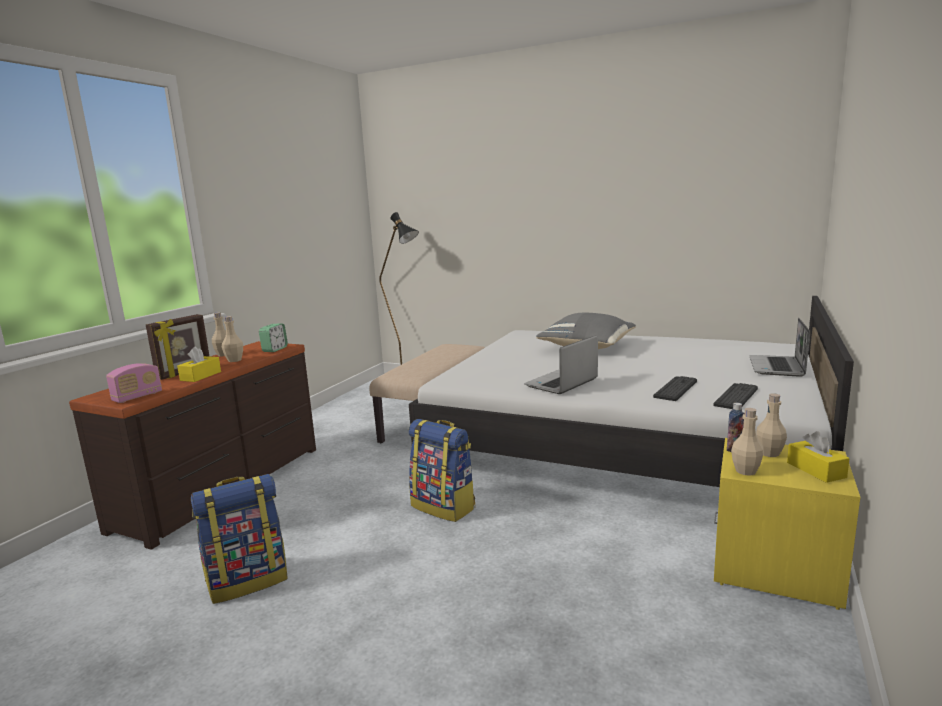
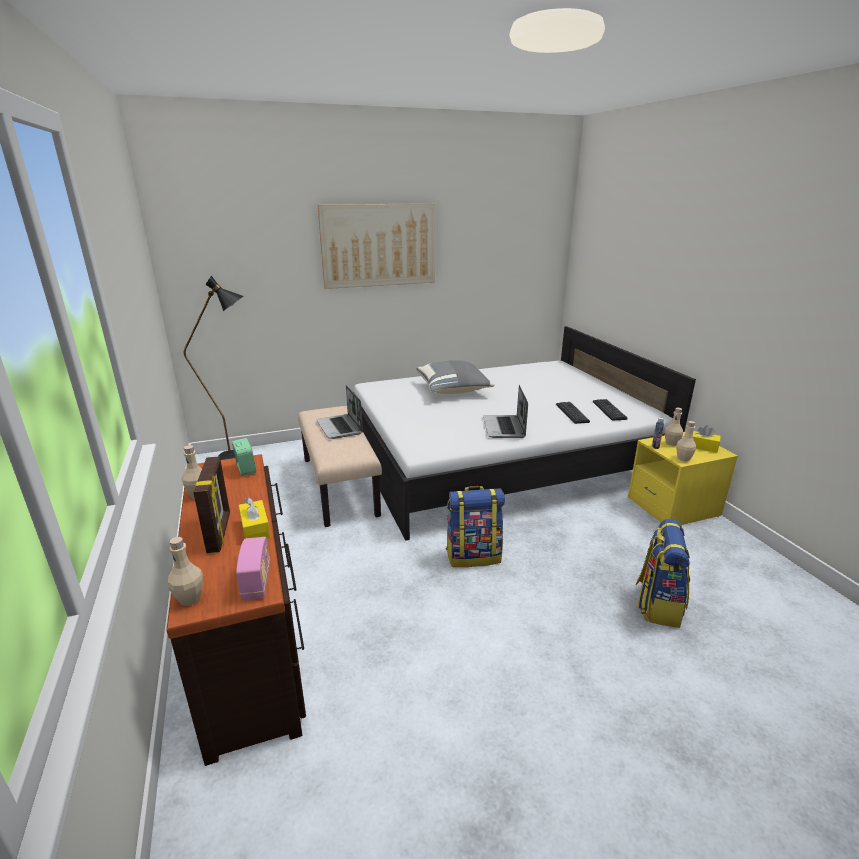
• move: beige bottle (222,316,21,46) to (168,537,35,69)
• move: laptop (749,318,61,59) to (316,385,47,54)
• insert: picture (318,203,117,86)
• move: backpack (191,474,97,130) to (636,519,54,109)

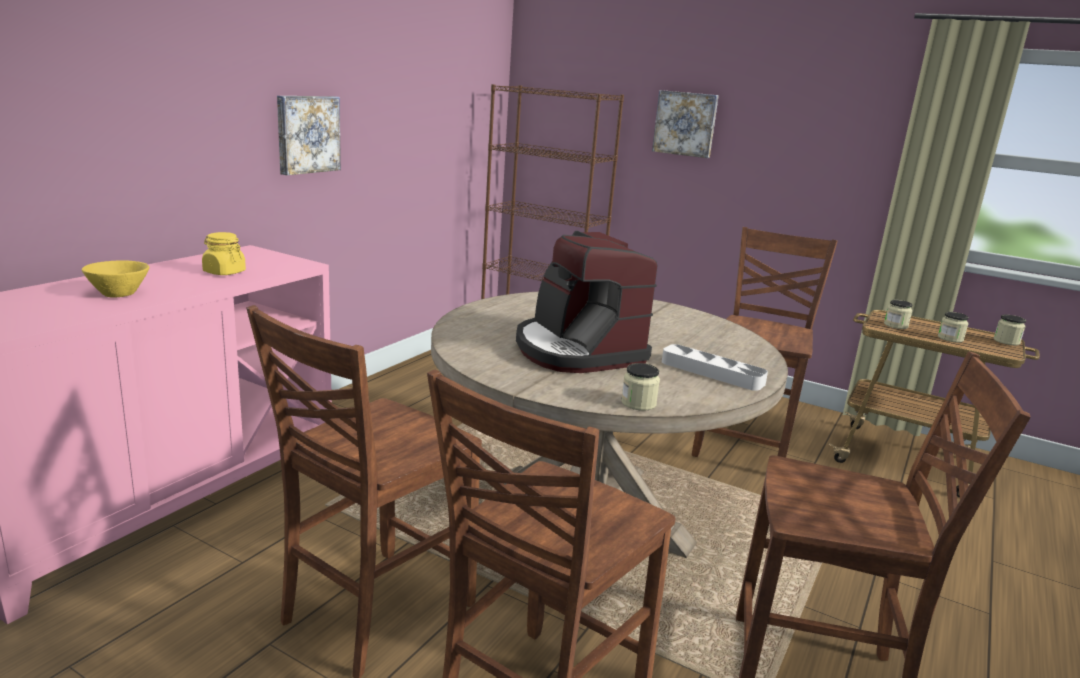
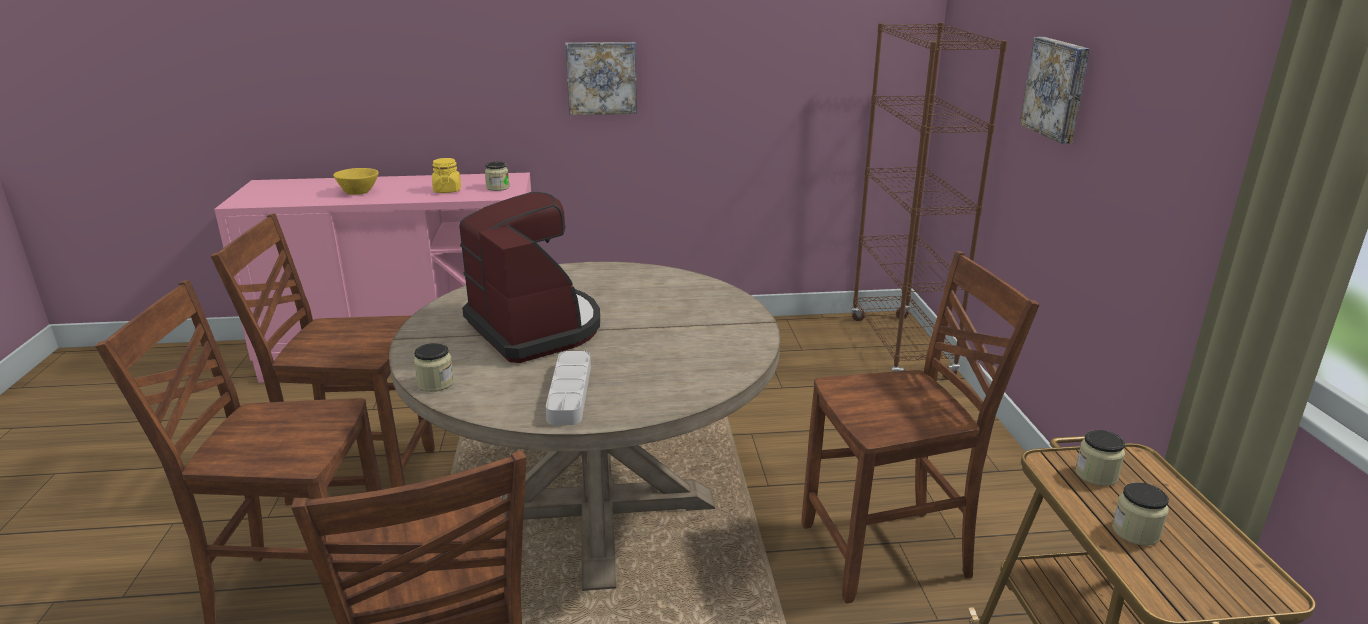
• rotate: coffee machine (516,231,141,142) = (459,192,141,171) 120 degrees clockwise
• move: jar (994,315,32,30) to (485,162,25,29)

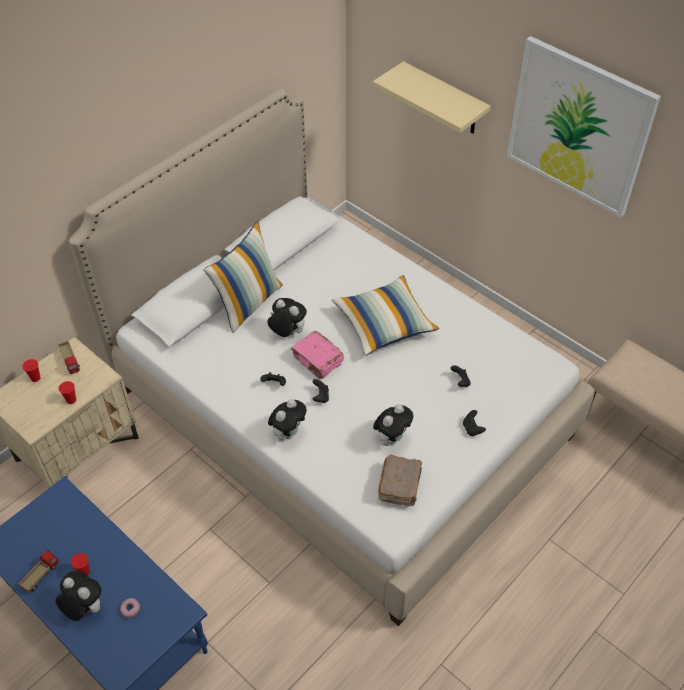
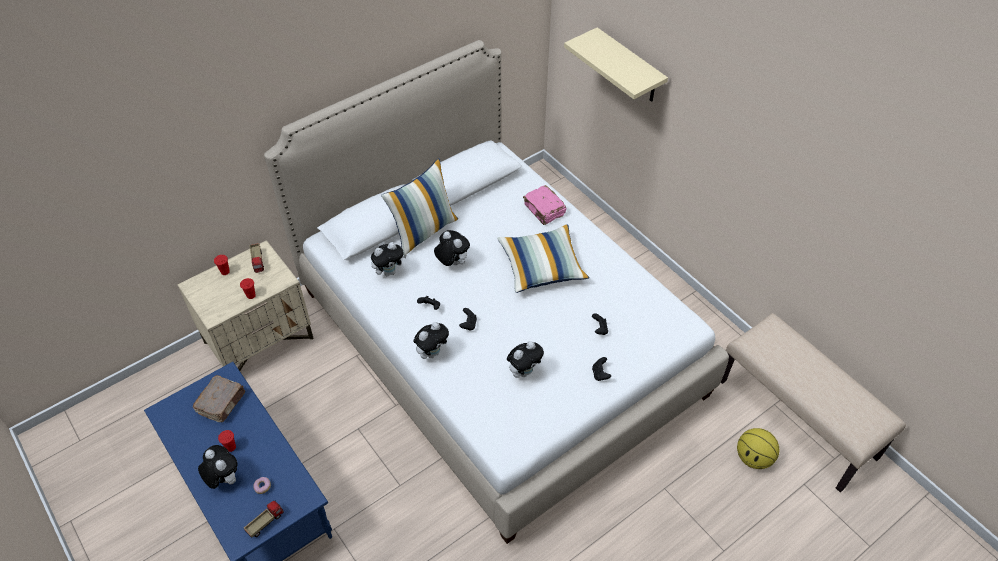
• move: brown book (378,455,44,51) to (193,375,52,47)
• move: toy truck (18,551,41,41) to (244,500,40,38)
• insert: plush toy (371,242,36,35)
• move: pink book (291,331,53,48) to (523,185,43,40)
• insert: basketball (737,428,42,41)
• delete: picture (507,36,154,181)

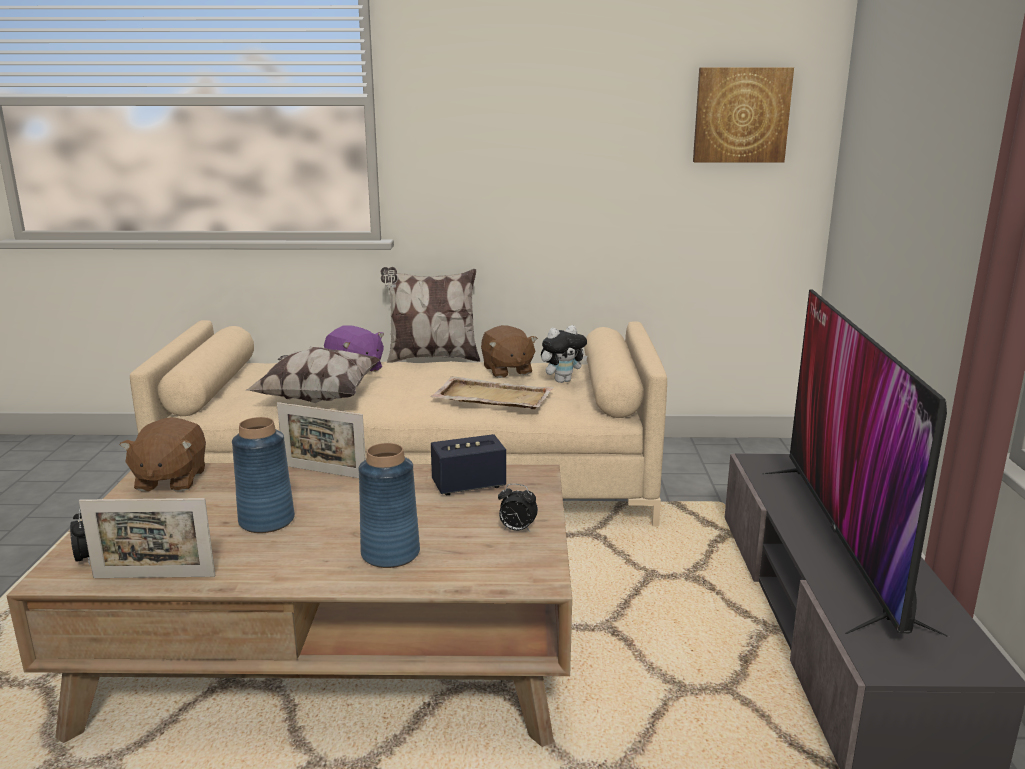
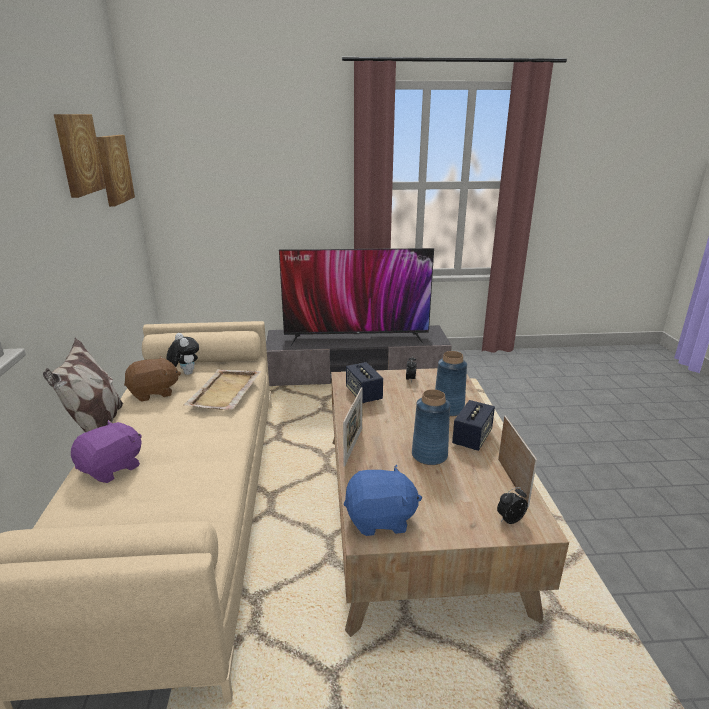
• insert: picture (54,114,52,84)
• recolor: brown plush toy (120,417,86,75) to blue plush toy (344,465,78,71)
• insert: speaker (452,400,43,51)
• delete: pillow (247,347,134,56)

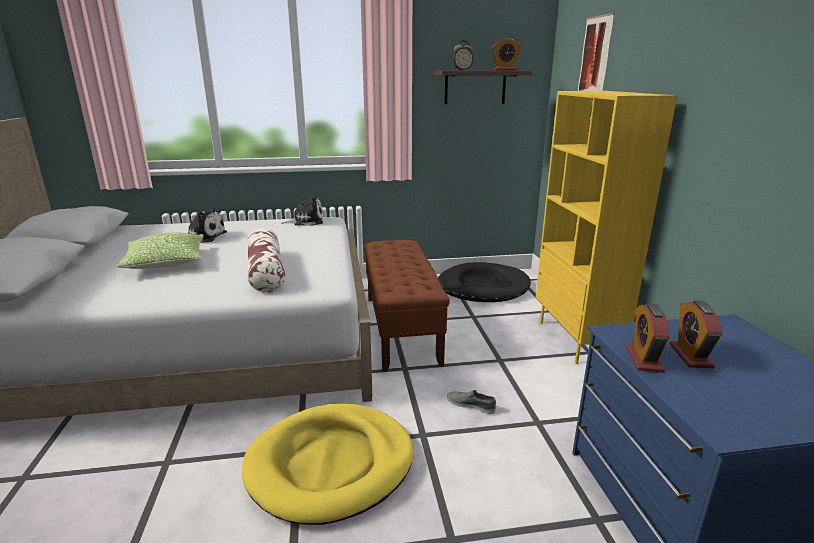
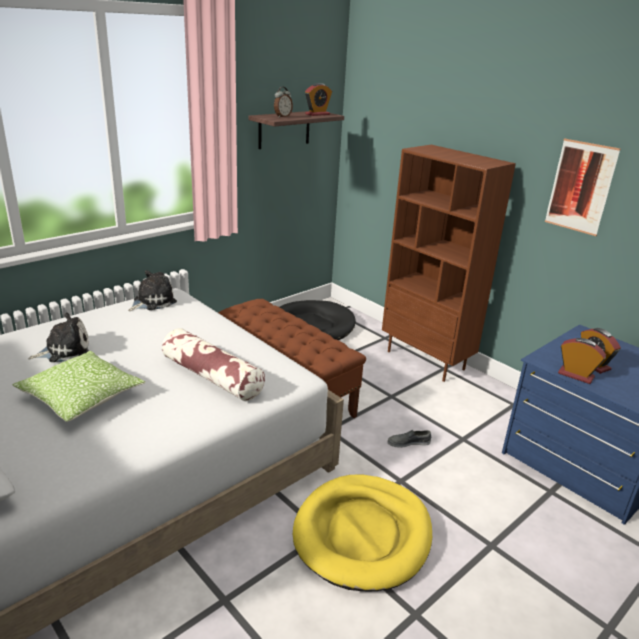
• recolor: yellow bookcase (536,91,142,273) to brown bookcase (382,145,134,237)
• move: picture (578,13,37,78) to (545,139,76,97)
• rotate: alarm clock (626,303,44,69) = (558,338,48,46) 150 degrees clockwise

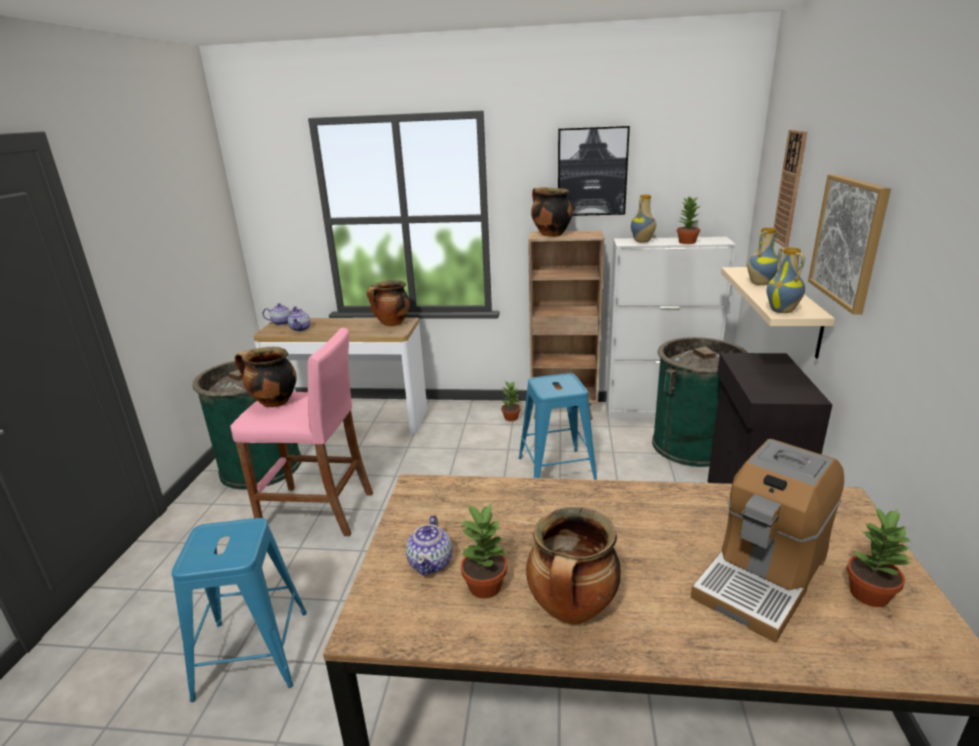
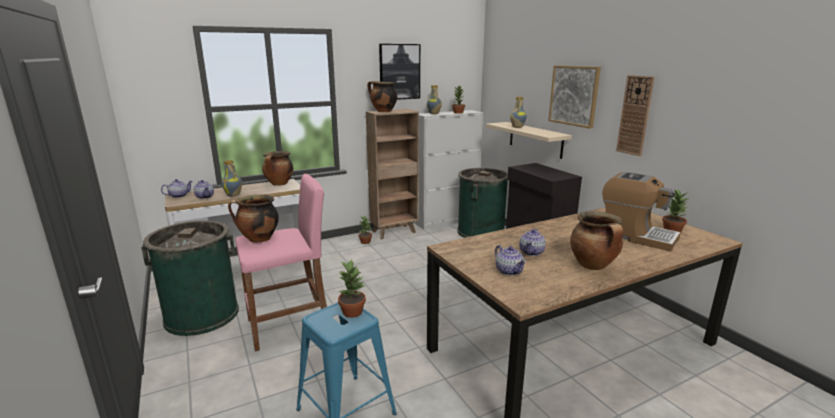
• move: vase (767,247,38,66) to (221,160,21,36)
• move: potted plant (460,504,48,94) to (338,260,28,58)
• insert: teapot (519,229,27,27)
• rotate: coffee machine (690,439,154,204) = (602,172,79,80) 60 degrees counterclockwise
• move: wall clock (774,130,33,118) to (616,75,39,81)
• delete: blue stool (519,373,78,107)

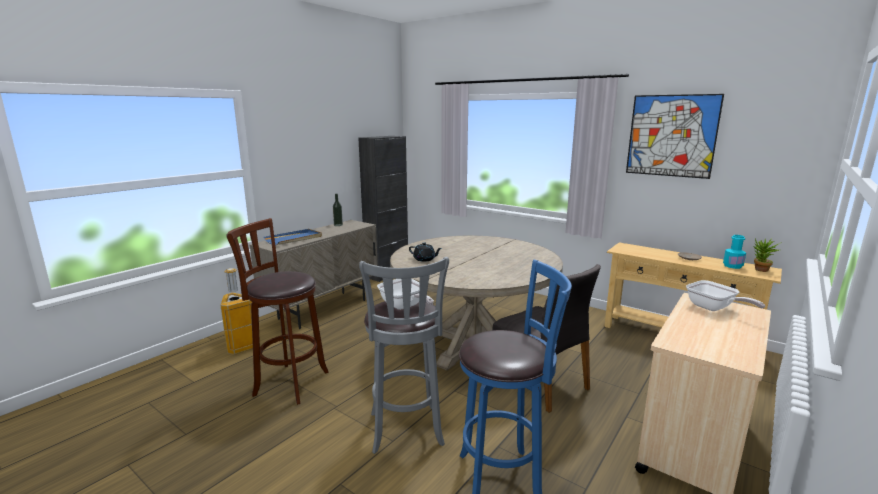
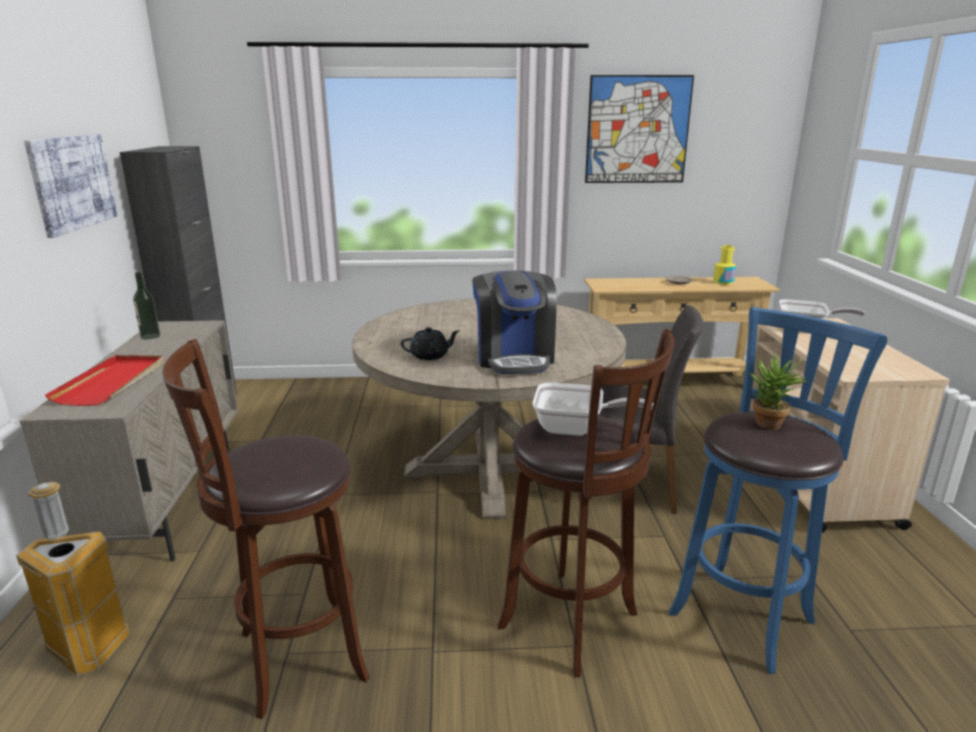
• insert: picture (24,134,94,104)
• recolor: blue tray (264,229,58,16) to red tray (45,355,119,51)
• insert: coffee machine (472,271,85,103)
• recolor: grey stool (359,257,90,197) to brown stool (497,329,178,348)
• recolor: turquoise bottle (723,235,23,34) to yellow bottle (713,245,23,40)
• move: potted plant (753,238,27,34) to (750,353,58,77)

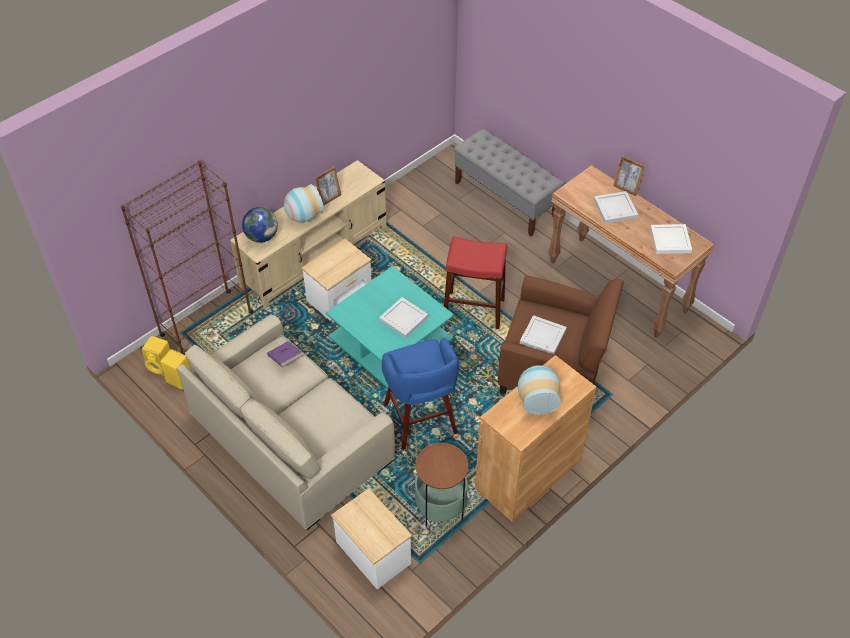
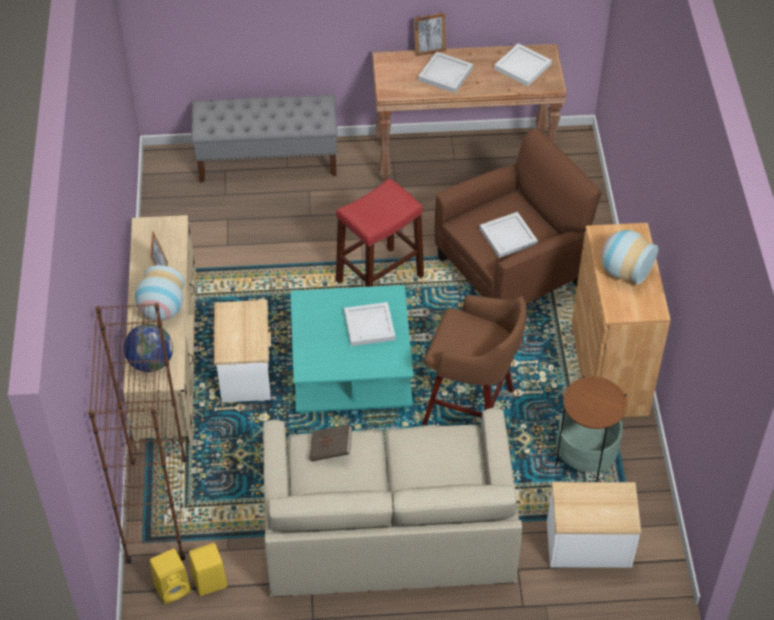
• recolor: purple book (267,341,36,26) to brown book (309,424,43,37)
• recolor: blue stool (382,338,77,112) to brown stool (422,295,105,130)

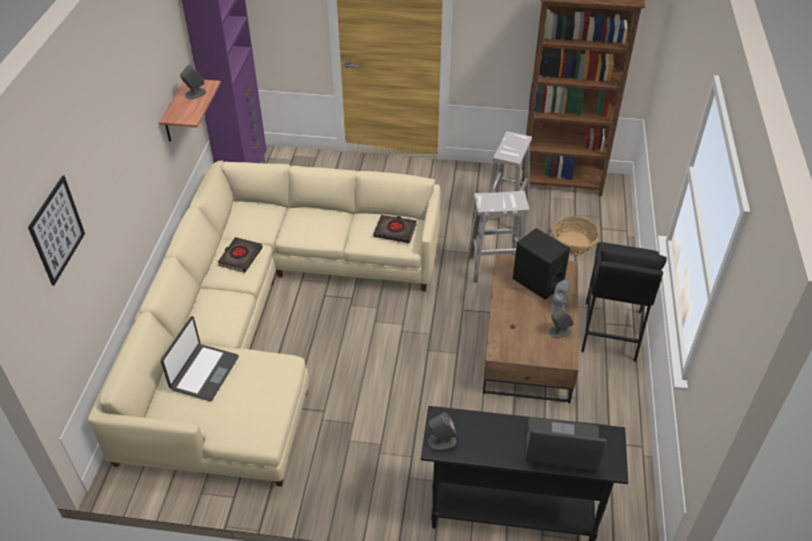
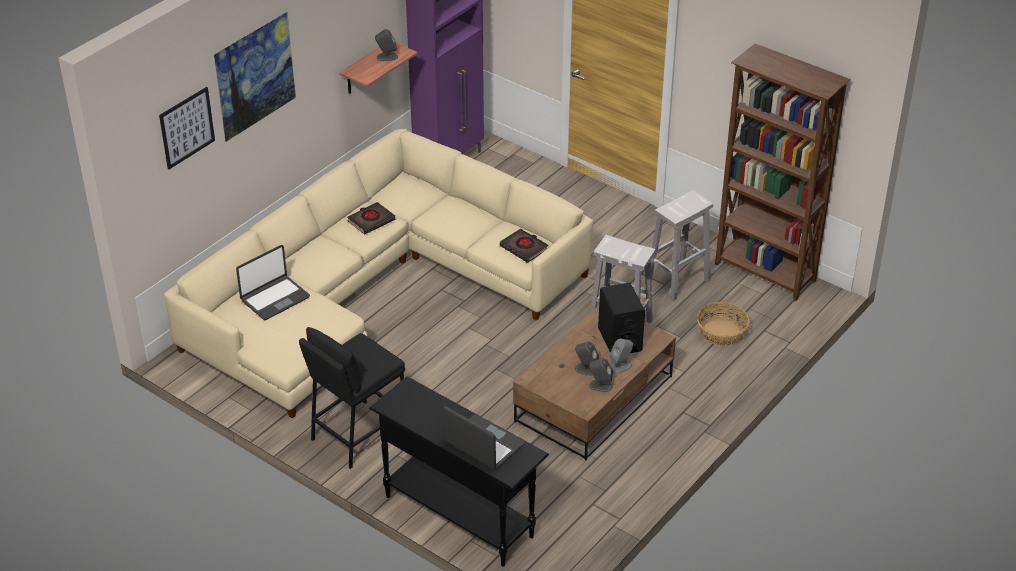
• insert: picture (214,12,82,130)
• move: black stool (581,242,86,120) to (299,327,106,142)
• move: grey speaker (428,412,29,38) to (575,341,24,35)

